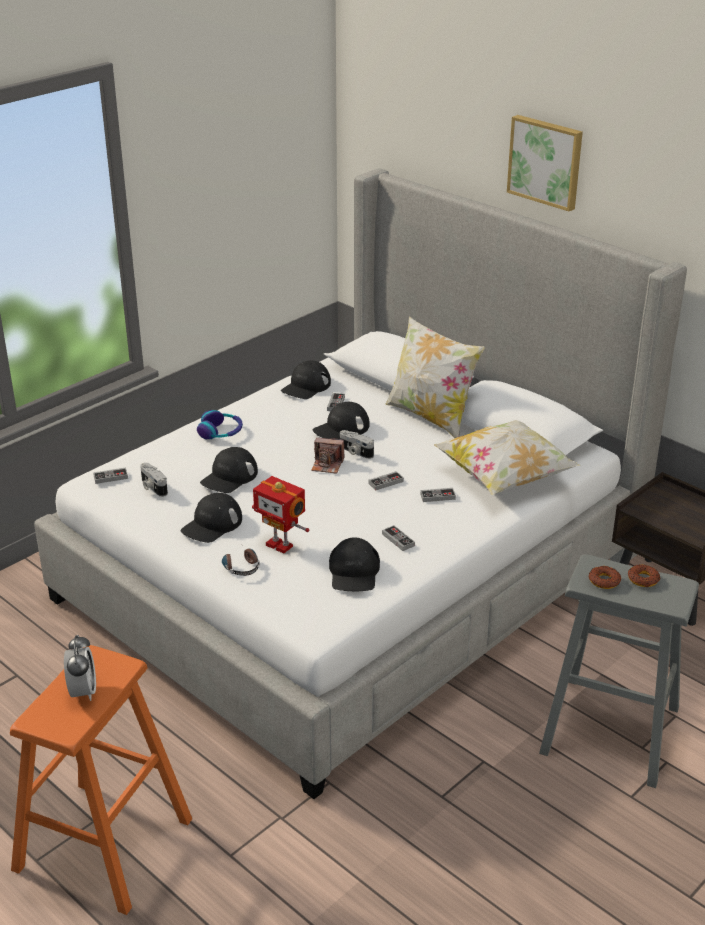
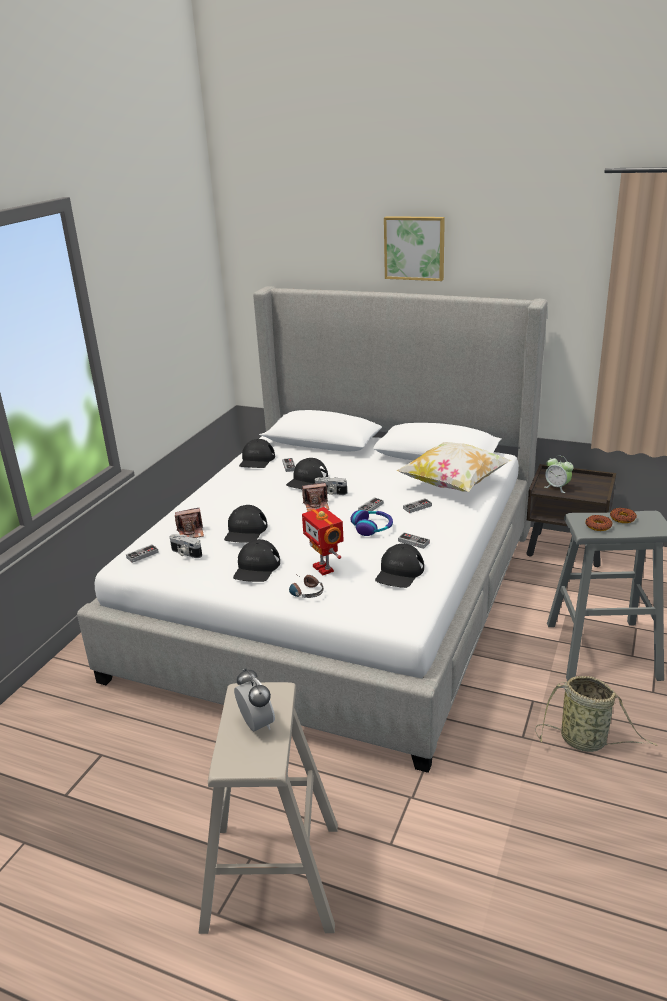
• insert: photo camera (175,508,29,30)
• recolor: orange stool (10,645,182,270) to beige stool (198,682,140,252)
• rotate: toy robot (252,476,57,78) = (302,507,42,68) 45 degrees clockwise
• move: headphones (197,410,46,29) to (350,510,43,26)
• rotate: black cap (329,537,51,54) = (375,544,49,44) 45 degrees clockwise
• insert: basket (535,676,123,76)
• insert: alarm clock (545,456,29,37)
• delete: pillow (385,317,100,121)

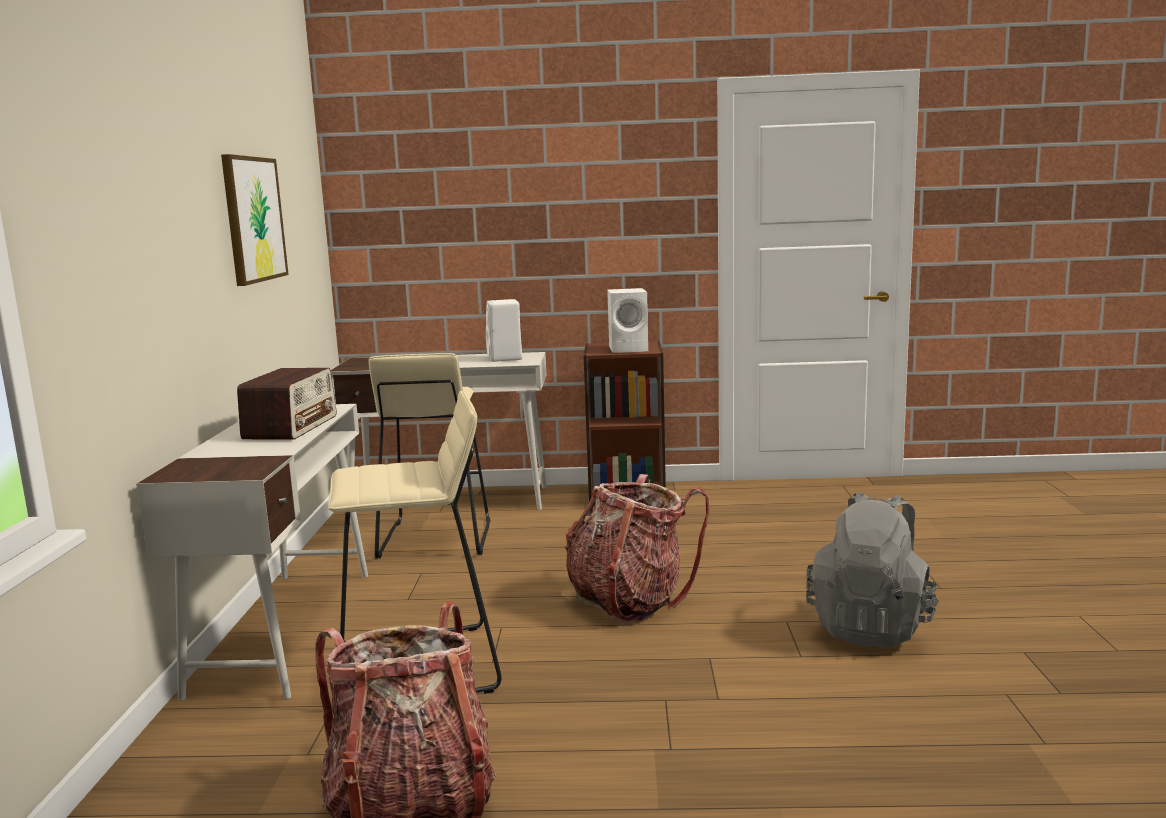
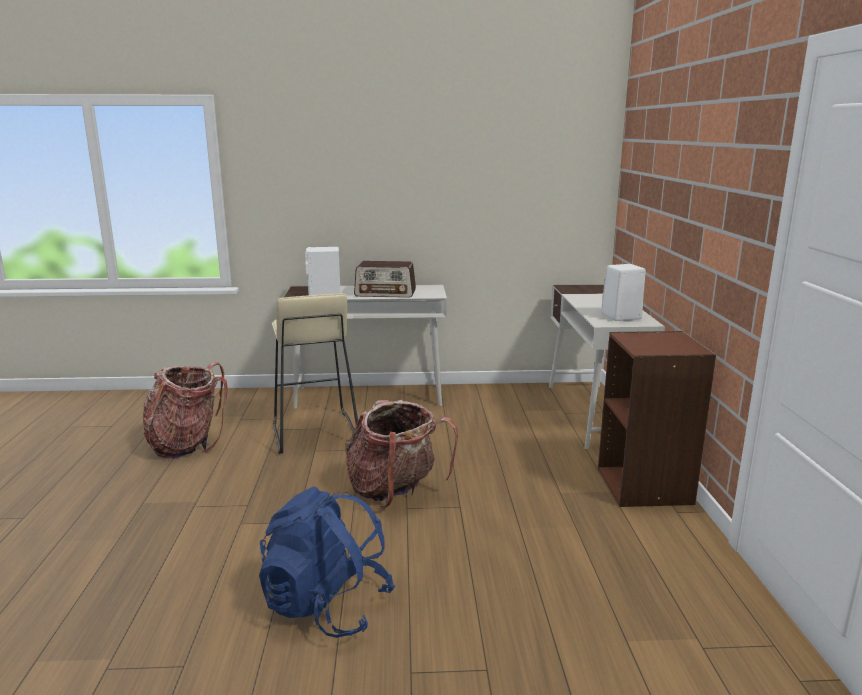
• recolor: grey backpack (806,491,133,157) to blue backpack (259,487,136,151)
• move: white speaker (607,288,41,65) to (305,247,36,48)
• delete: picture (221,154,68,132)
• delete: beige stool (368,353,122,205)

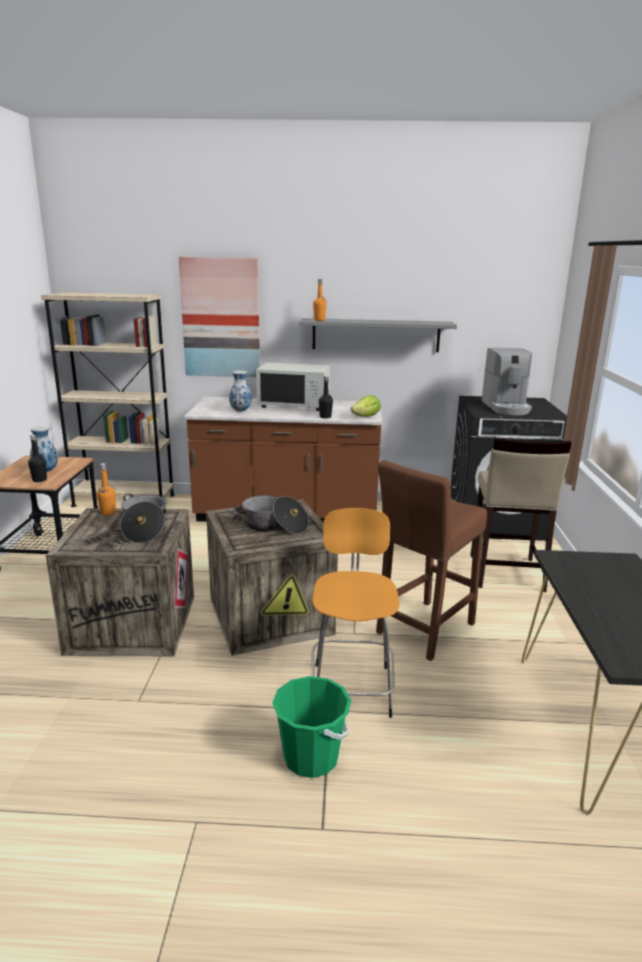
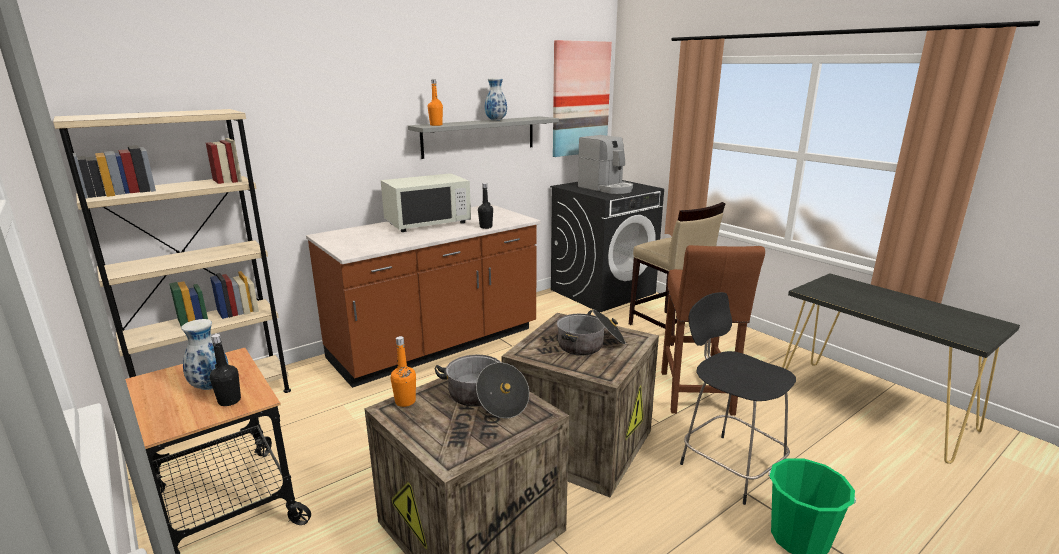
• move: vase (229,371,23,41) to (485,78,22,43)
• move: picture (179,257,81,120) to (553,40,59,117)
• recolor: orange stool (311,508,89,210) to black stool (680,292,116,213)
• delete: lettuce (351,395,30,22)

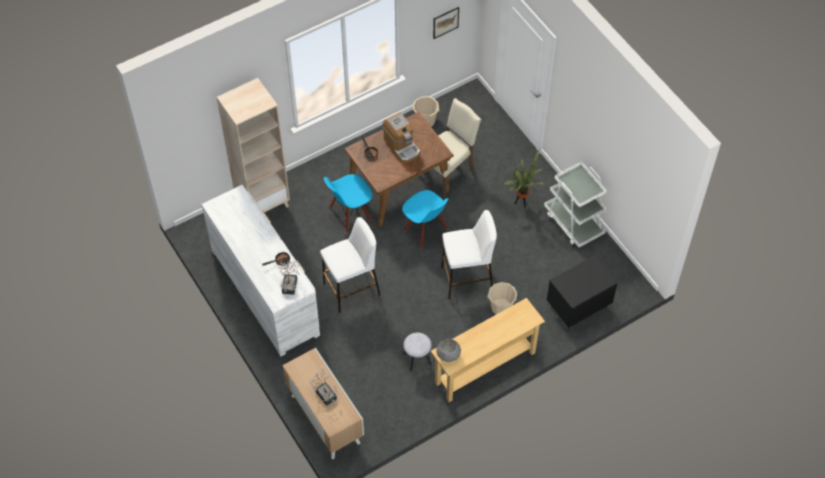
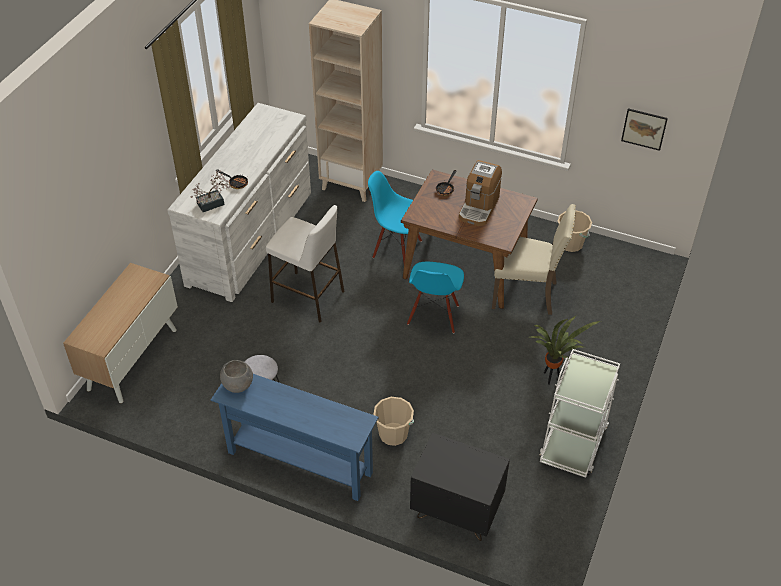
• recolor: beige console table (431,298,114,104) to blue console table (211,374,168,127)
• delete: potted plant (308,369,32,37)
• delete: white stool (441,210,56,89)

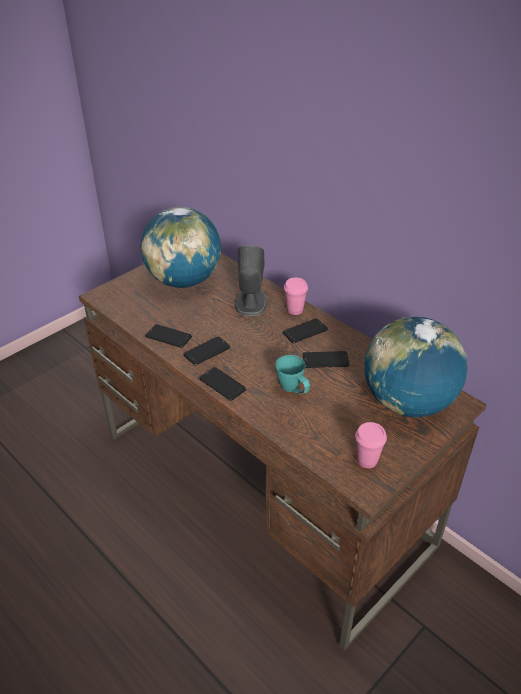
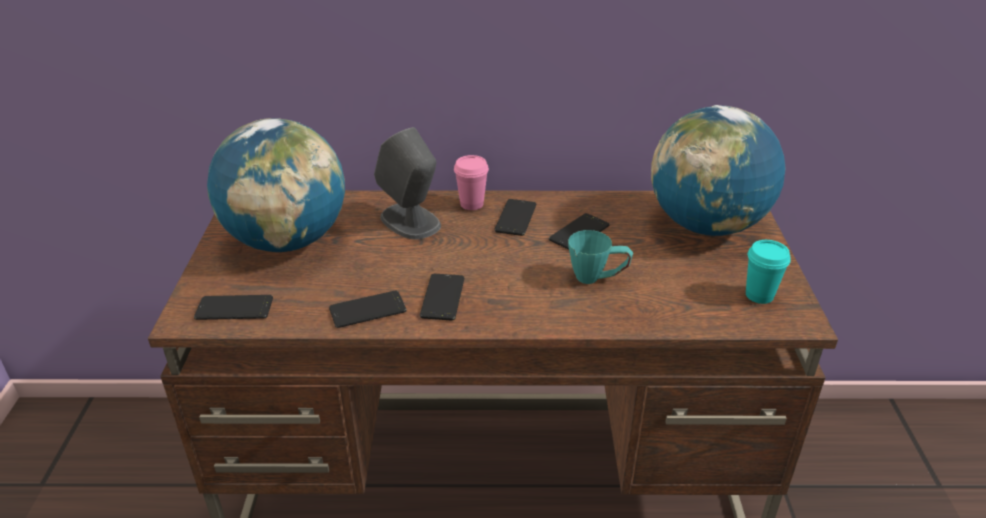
• move: phone (199,367,47,34) to (194,295,79,25)
• recolor: pink cup (355,422,32,46) to turquoise cup (746,240,45,64)

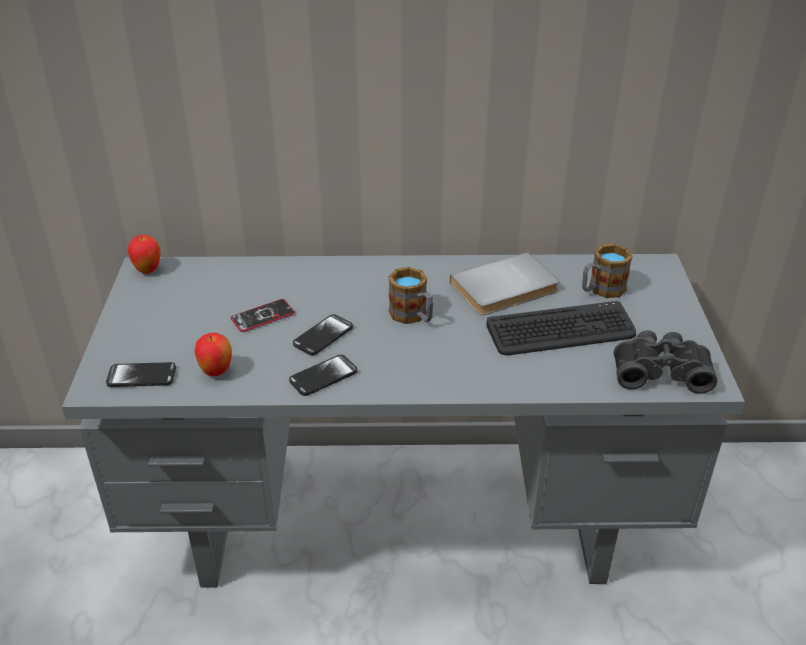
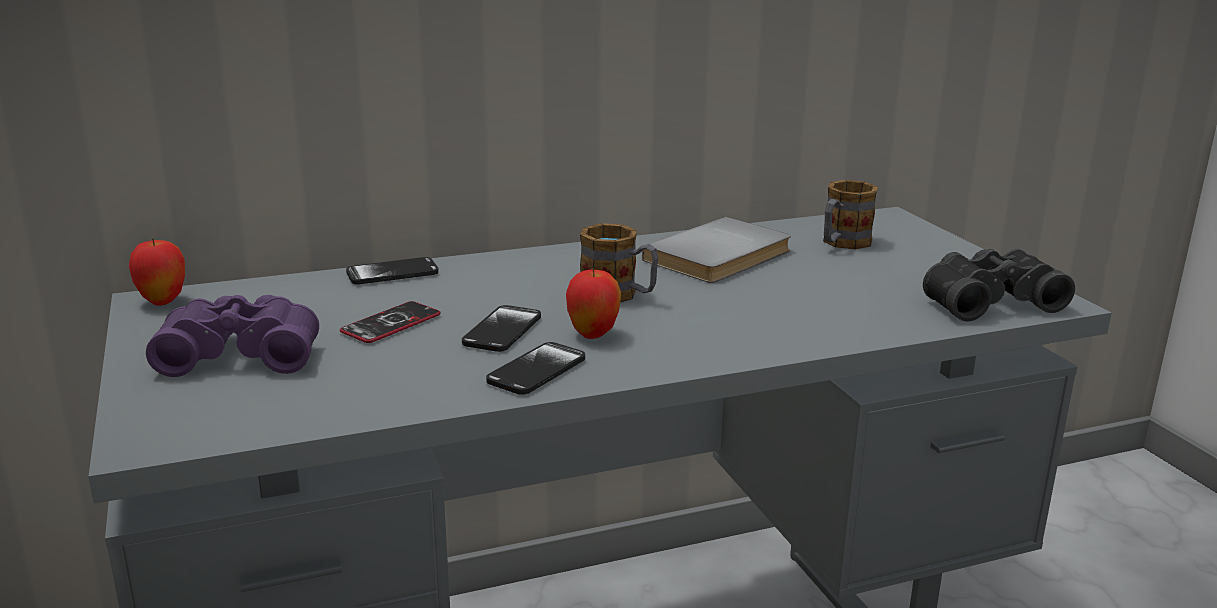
• insert: purple binoculars (146,295,173,82)
• move: phone (106,362,70,25) to (346,257,93,27)
• move: apple (194,333,38,43) to (566,268,55,71)
• delete: keyboard (486,301,150,54)

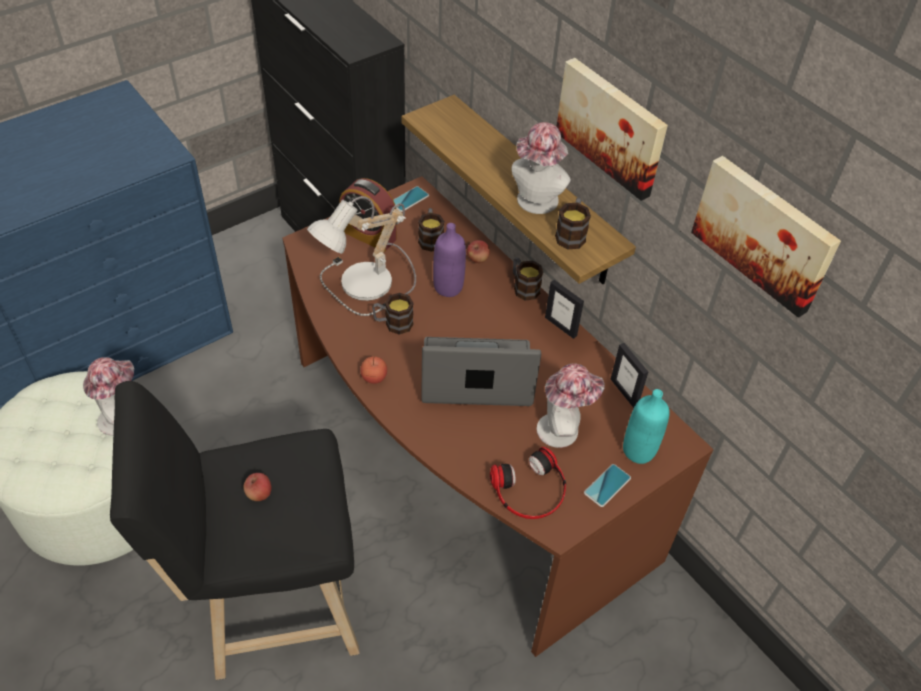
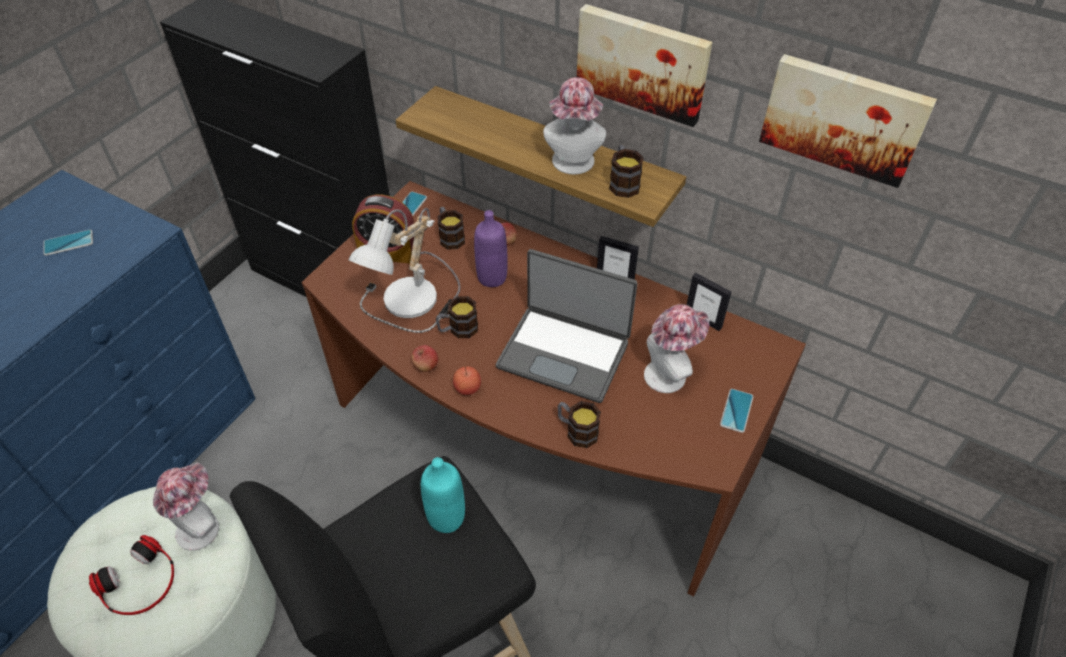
• insert: phone (43,230,50,26)
• move: headphones (490,447,76,72) to (89,535,85,80)
• move: apple (243,473,29,28) to (412,345,26,27)
• move: turquoise bottle (623,389,47,75) to (421,457,44,76)
• rotate: laptop (421,337,120,69) = (496,249,142,154) 135 degrees counterclockwise
• move: mug (513,257,30,44) to (557,401,44,47)

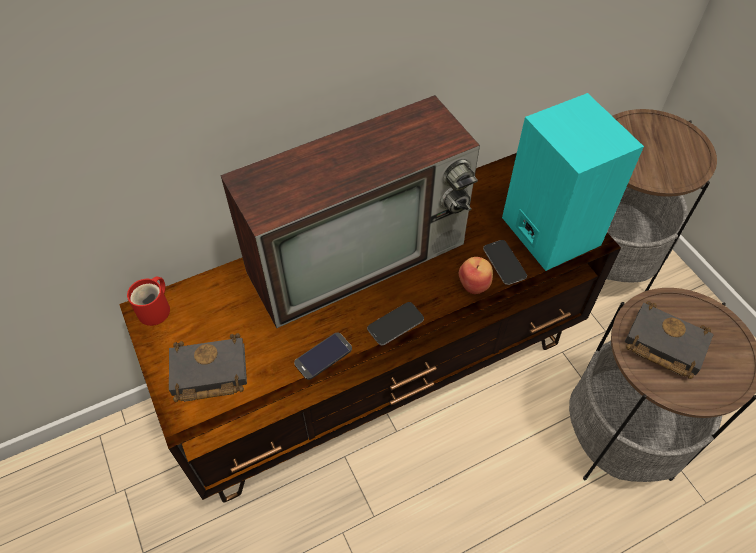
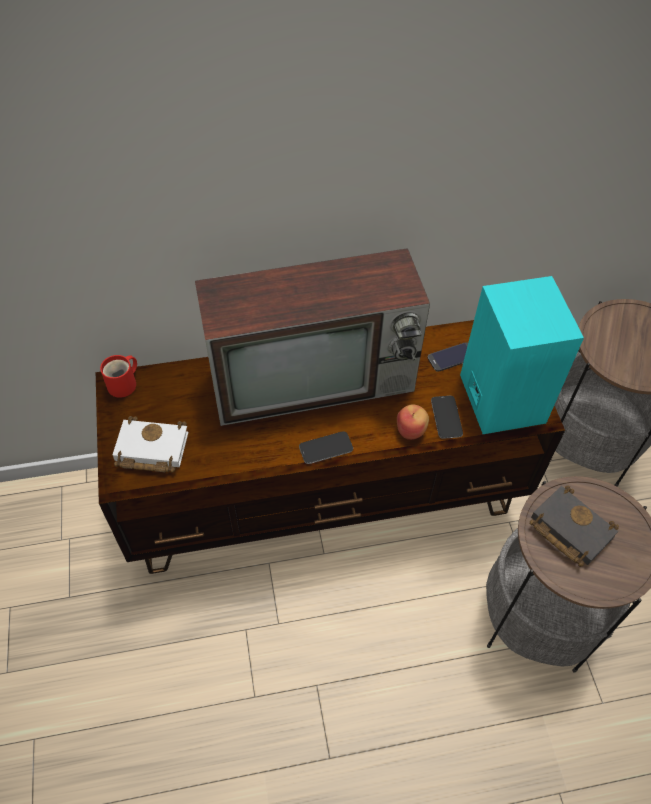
• recolor: black book (169,333,78,69) to white book (113,416,75,56)
• move: phone (294,332,58,48) to (428,342,40,30)

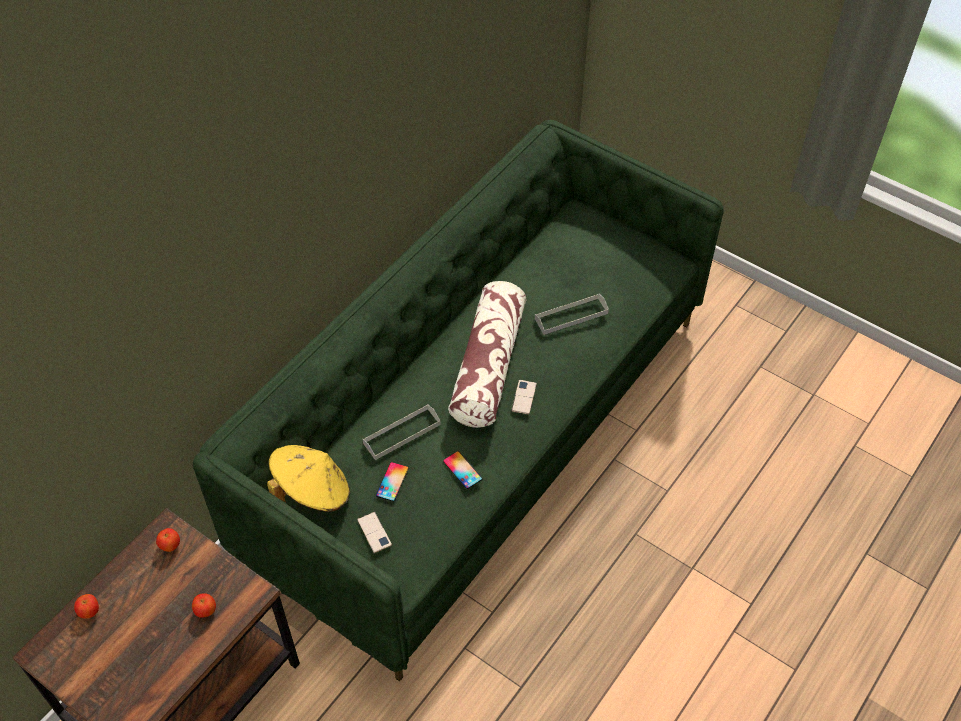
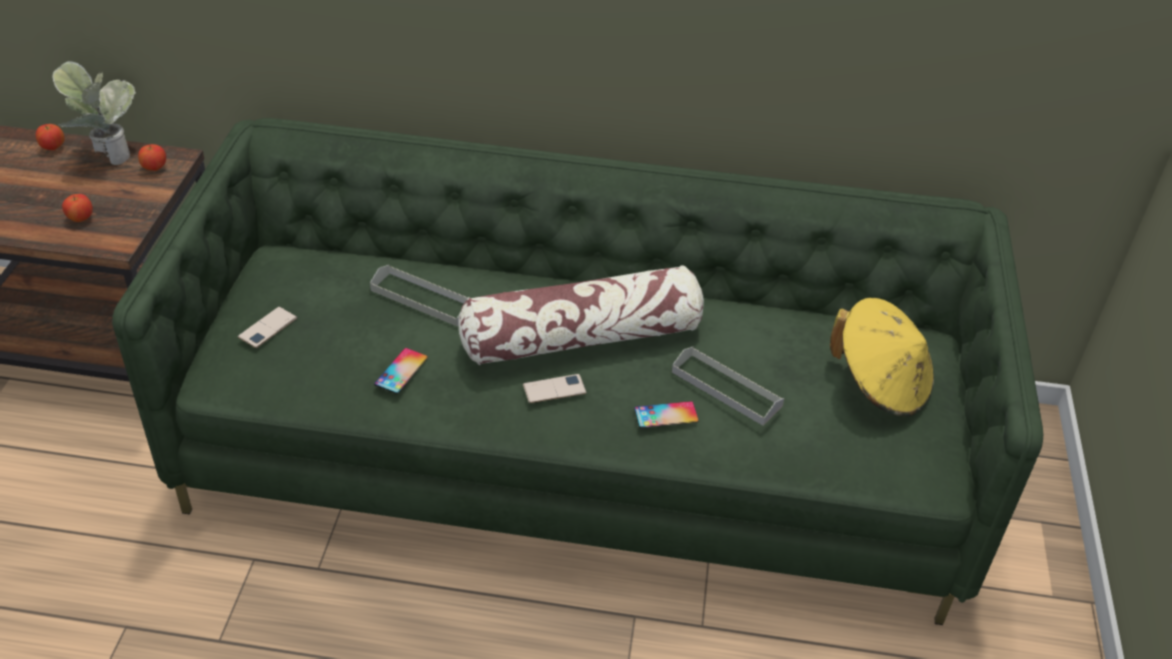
• insert: potted plant (52,61,84,104)
• move: phone (376,462,33,39) to (634,401,65,27)
• move: yellow hat (267,445,83,67) to (830,298,104,118)

